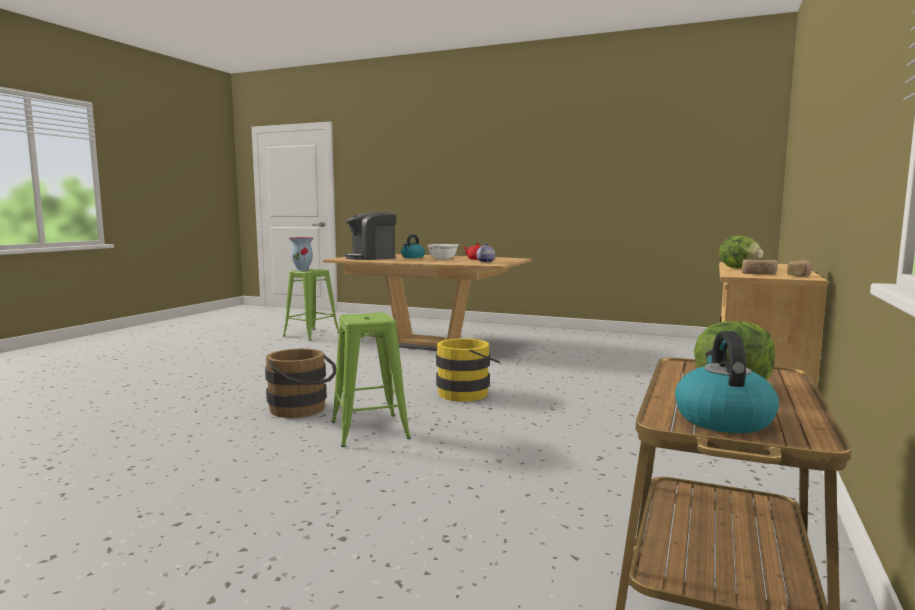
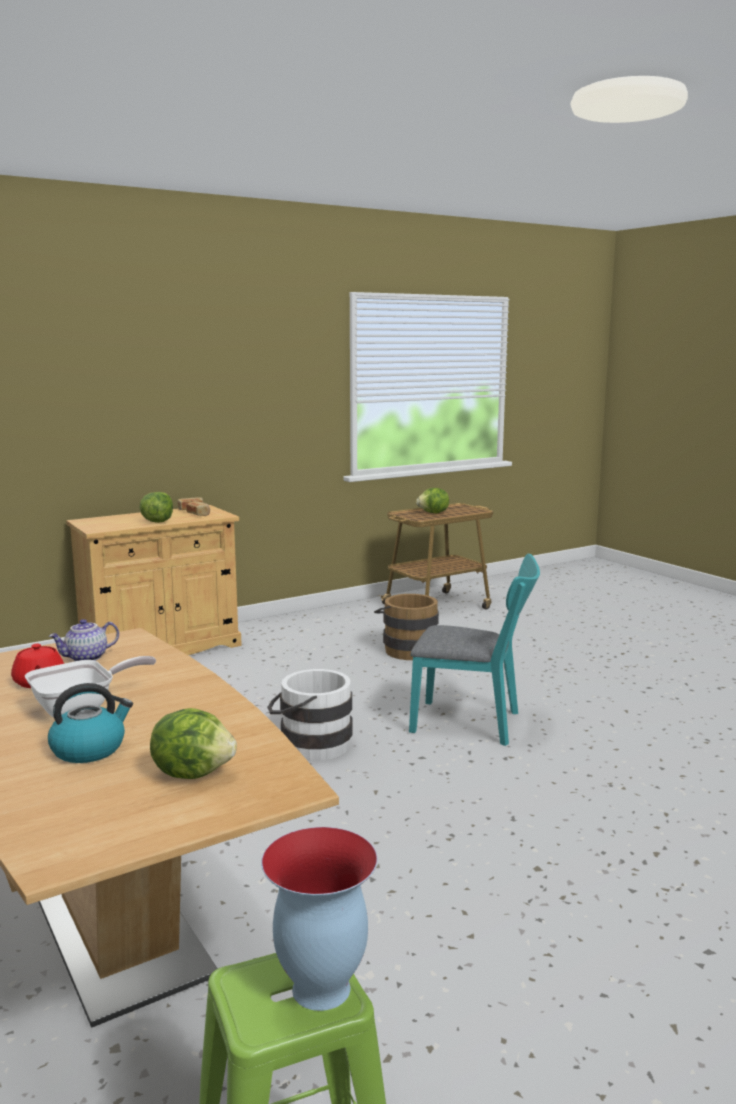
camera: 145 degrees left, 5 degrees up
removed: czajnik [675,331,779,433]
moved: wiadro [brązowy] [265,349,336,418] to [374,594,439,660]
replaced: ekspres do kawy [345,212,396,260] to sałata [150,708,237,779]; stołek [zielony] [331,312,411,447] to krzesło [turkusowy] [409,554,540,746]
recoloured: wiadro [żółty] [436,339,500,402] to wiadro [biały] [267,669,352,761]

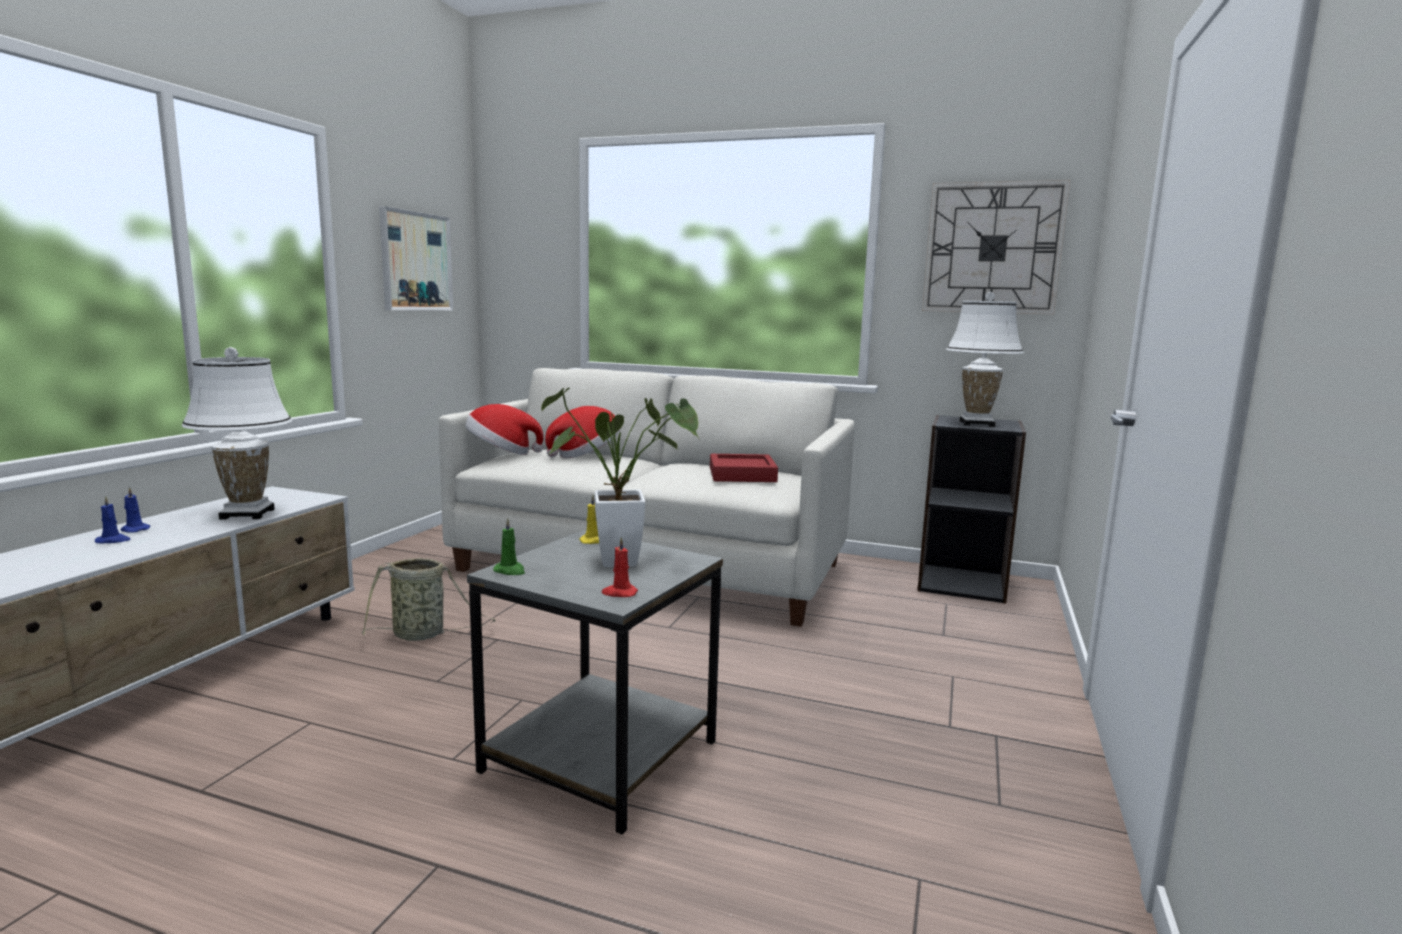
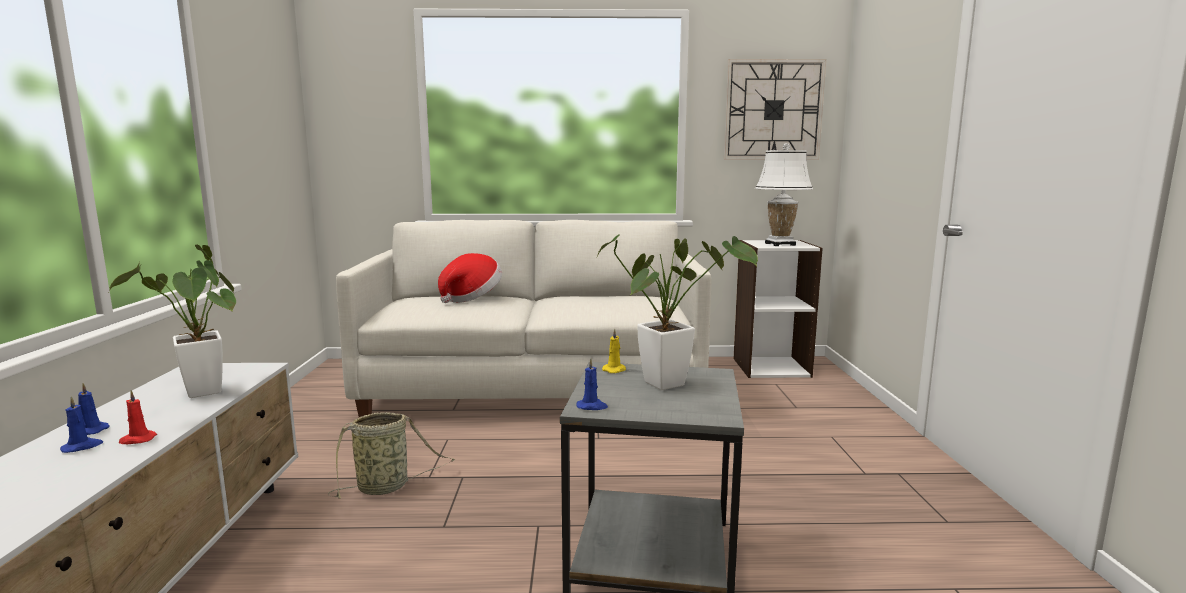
camera: 20 degrees left, 0 degrees up
removed: obraz [379,206,453,311]; kapelusz [465,404,544,455]; taca [czerwony] [710,454,778,482]
moved: świeca [czerwony] [602,537,638,597] to [119,390,157,444]
replaced: lampa stołowa [biały] [182,347,292,520] to roślina doniczkowa [109,244,236,398]
recoloured: regał [czarny] [917,415,1026,604] to regał [biały] [734,240,823,378]; świeca [zielony] [493,518,525,575] to świeca [niebieski] [576,358,608,410]

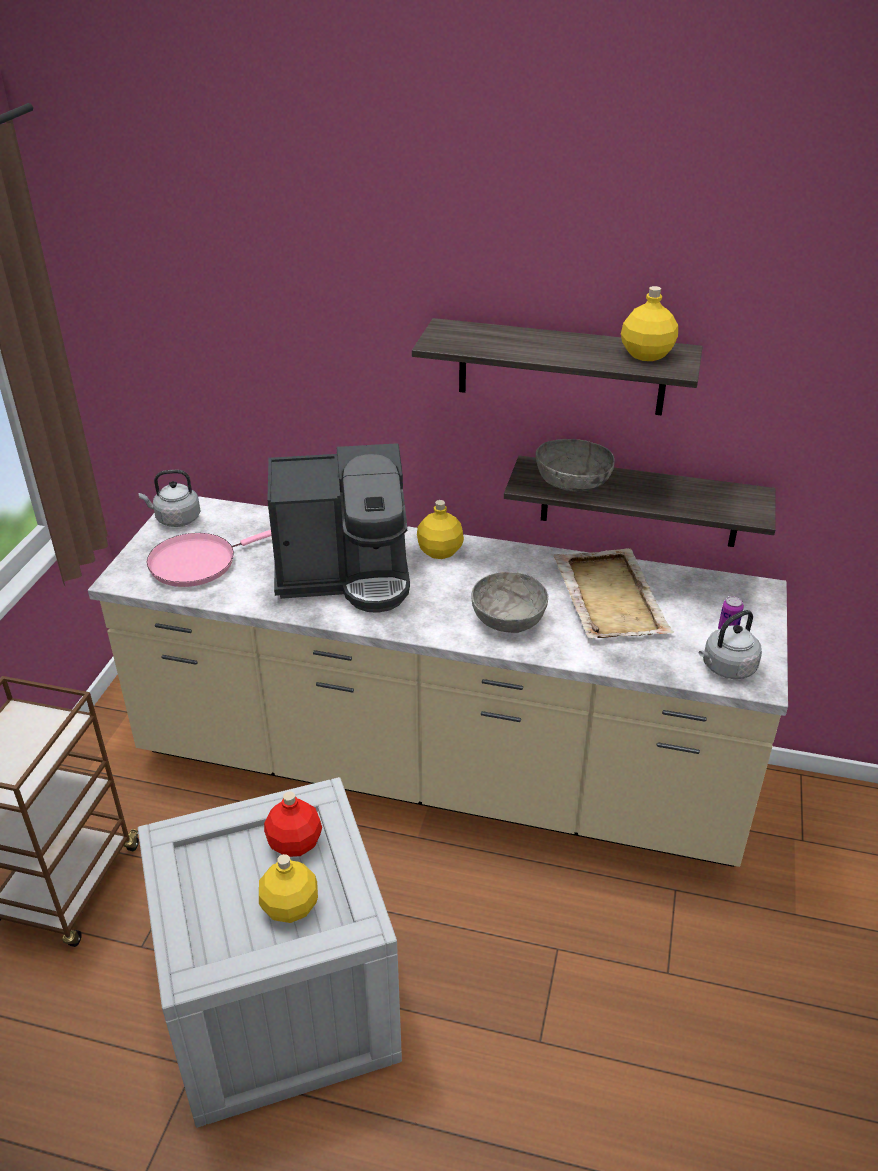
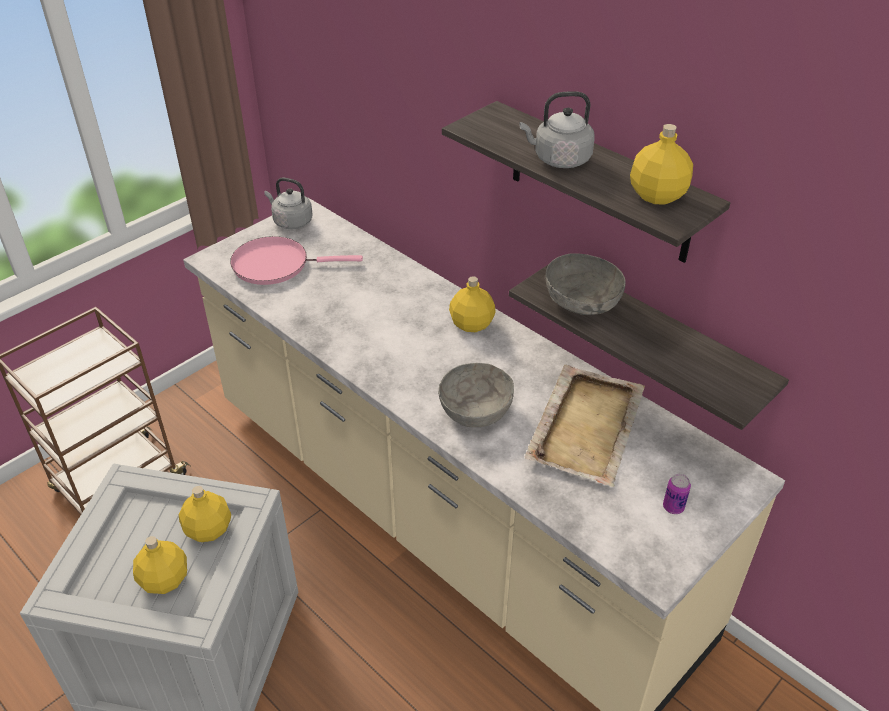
camera: 30 degrees right, 5 degrees up
removed: ekspres do kawy [267,443,410,613]
moved: czajnik [szary] [699,610,762,679] to [519,91,595,168]
recoloured: butelka [czerwony] [264,791,322,857] to butelka [żółty] [179,486,231,542]

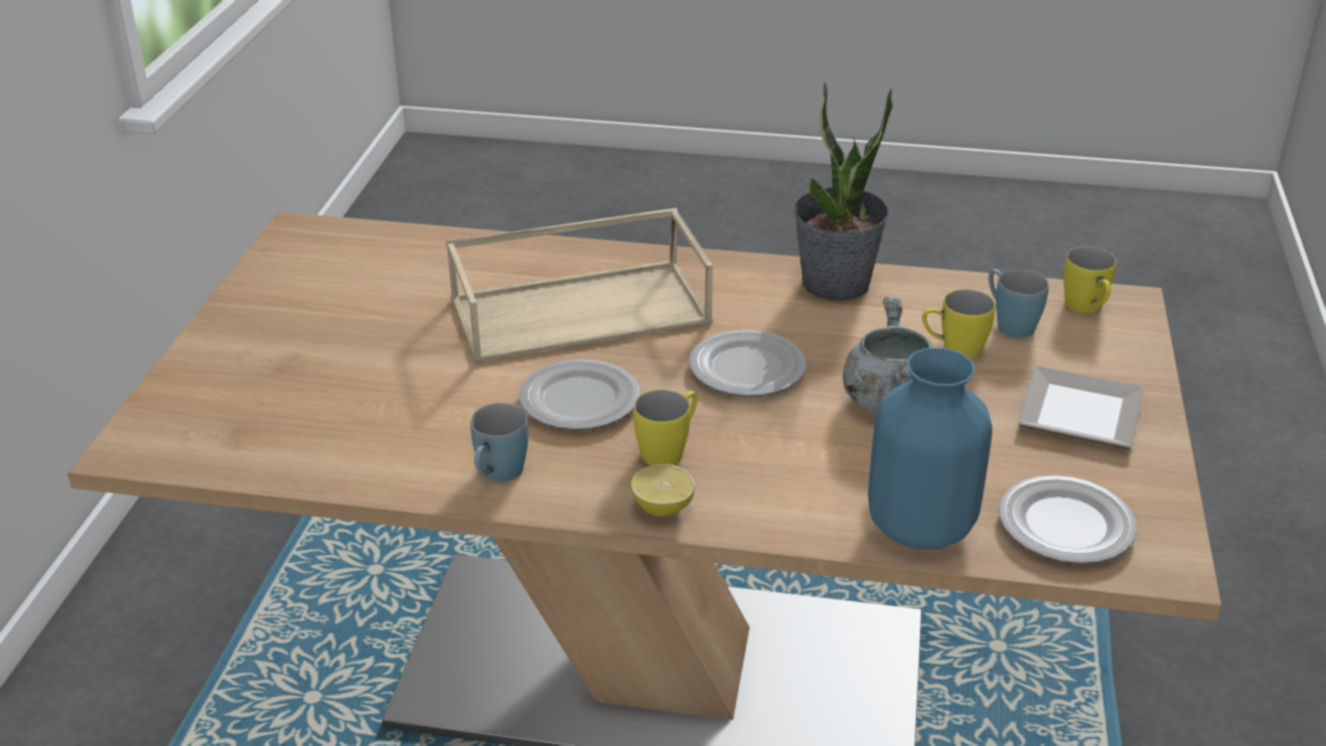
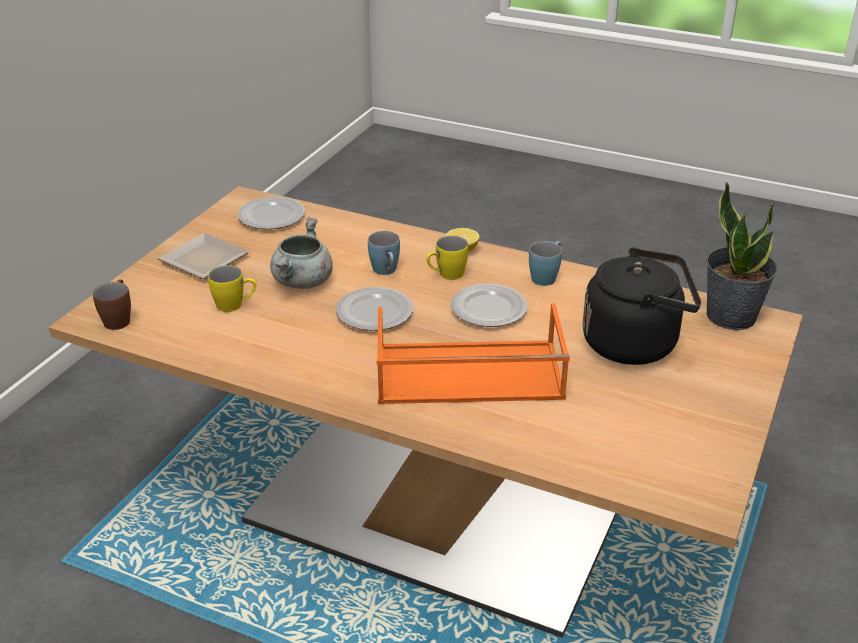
camera: 165 degrees left, 0 degrees up
removed: wazon [niebieski] [868,348,992,549]
added: czajnik [czarny] [582,248,701,365]
moved: roślina doniczkowa [793,81,893,301] to [706,181,778,330]; kubek [niebieski] [988,269,1049,338] to [368,231,400,275]
recoloured: taca [beżowy] [446,208,713,364] to taca [pomarańczowy] [377,303,570,404]; kubek [żółty] [1064,246,1116,313] to kubek [brązowy] [93,279,131,330]

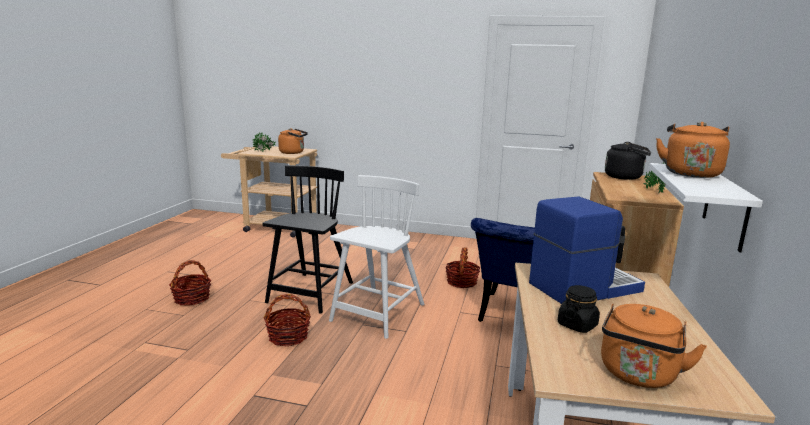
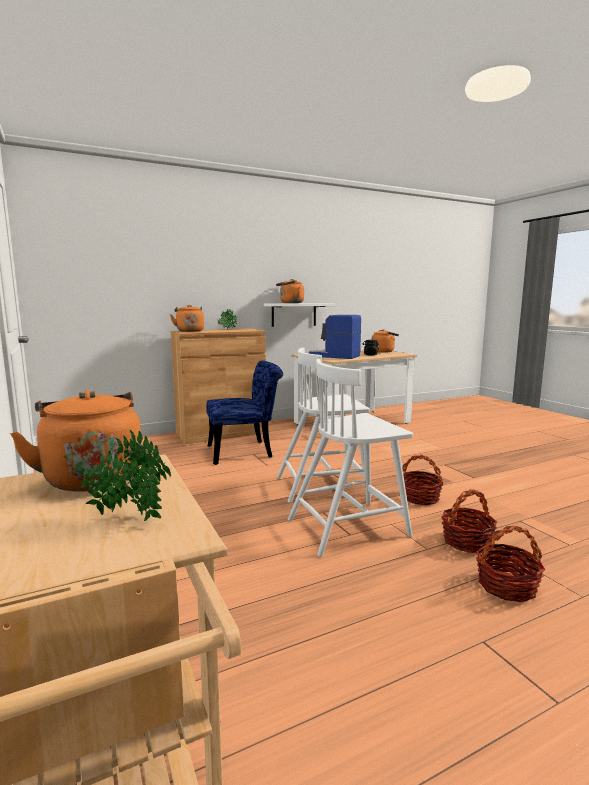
camera: 130 degrees left, 5 degrees down
moved: koszyk [445,247,480,288] to [441,489,497,553]
recoloured: czajnik [czarny] [605,142,651,180] to czajnik [pomarańczowy] [170,305,204,332]; krzesło [czarny] [263,165,353,314] to krzesło [biały] [288,359,413,557]

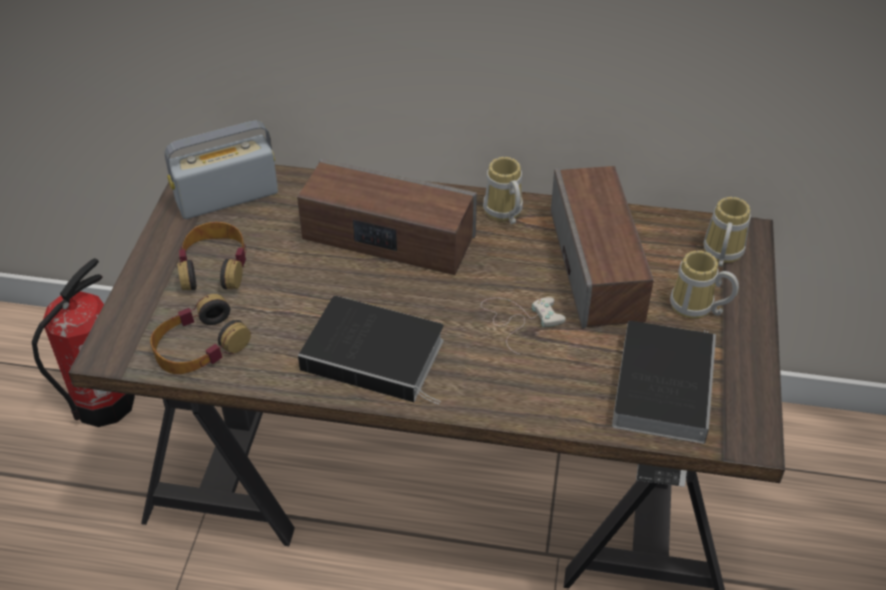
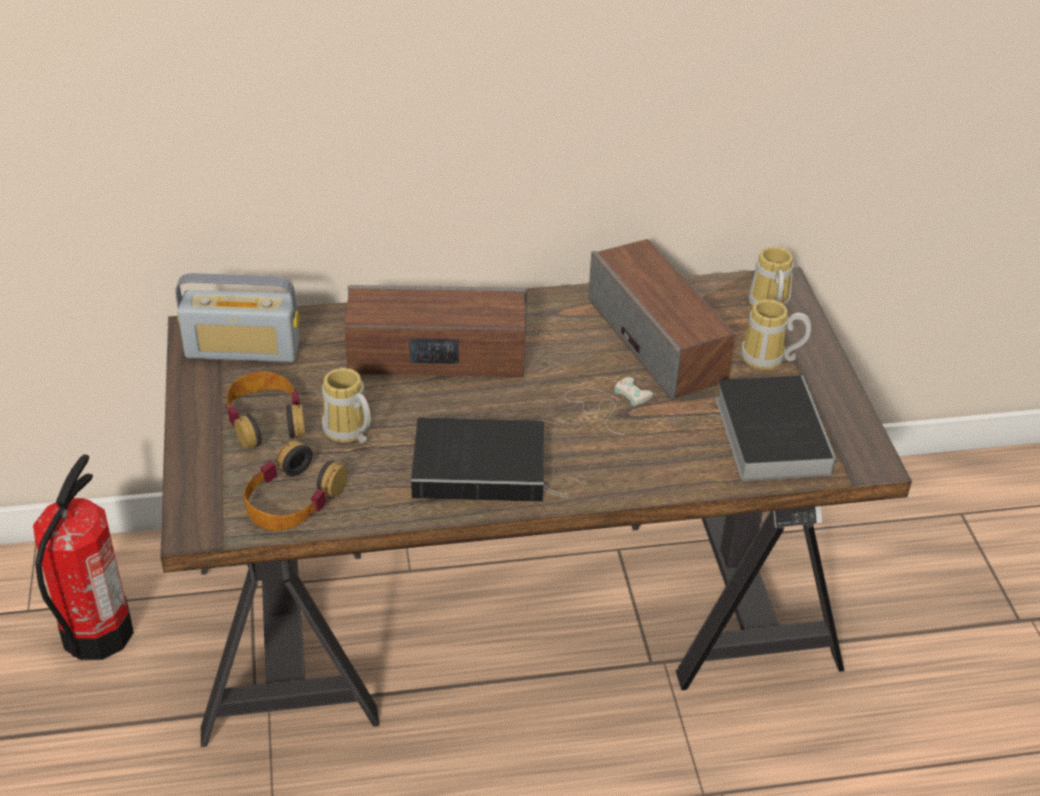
camera: 20 degrees left, 5 degrees down
moved: kubek [483,157,523,224] to [322,368,371,444]
turned: radio [165,120,278,219] = [176,273,300,362] 135 degrees counterclockwise

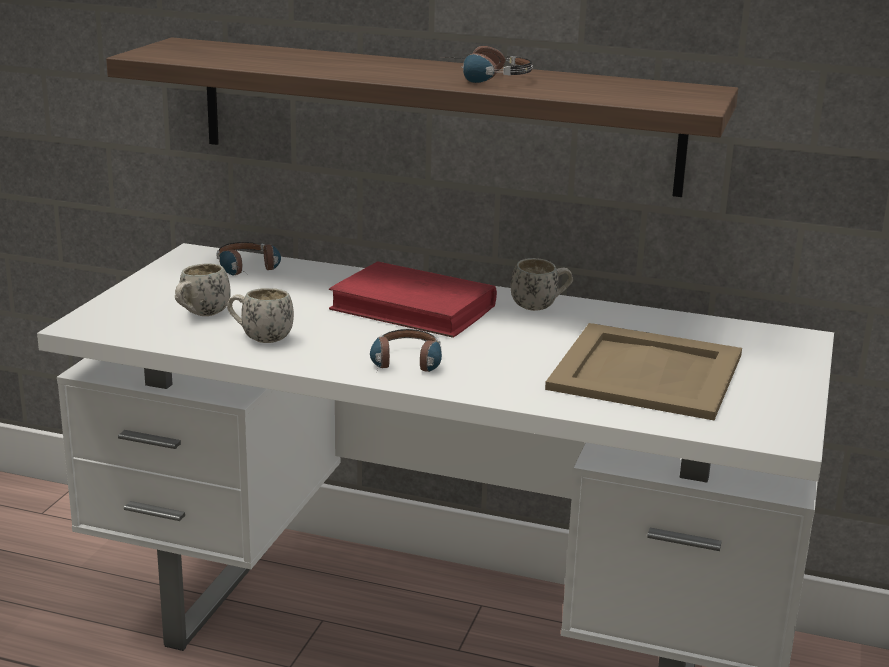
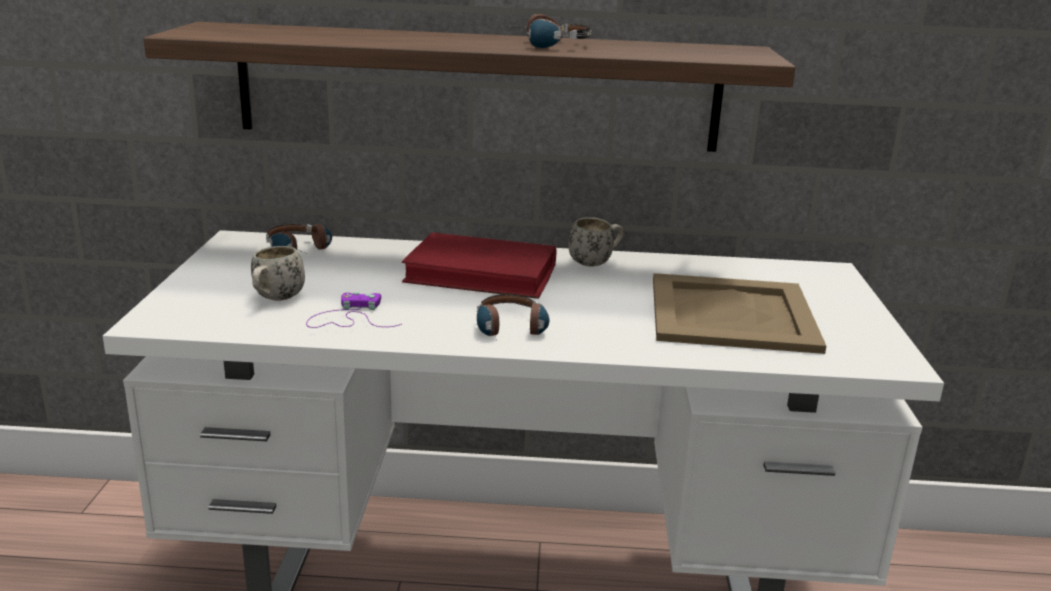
camera: 15 degrees left, 0 degrees up
replaced: kubek [biały] [227,288,294,343] to pad do gier [fioletowy] [306,292,402,328]

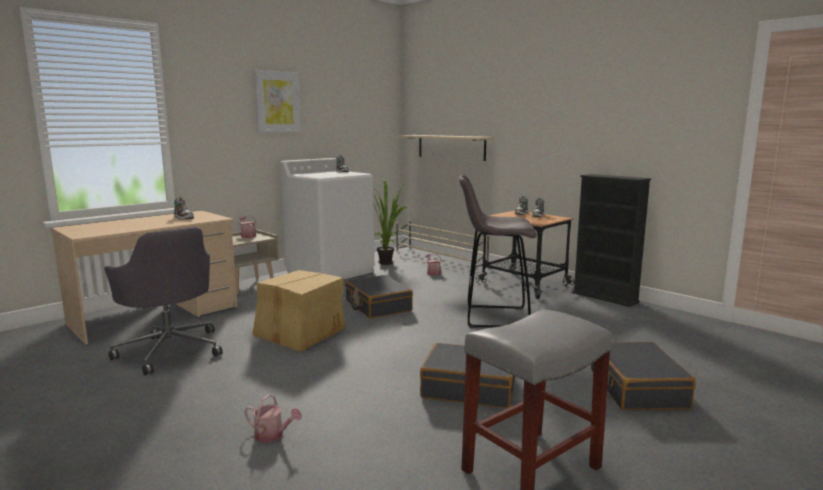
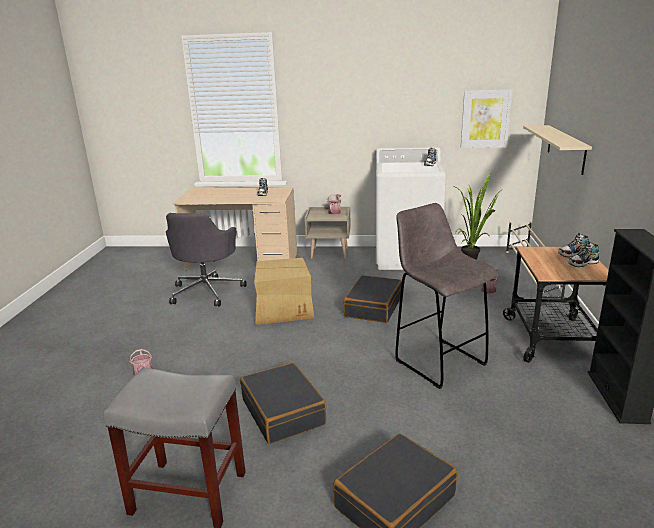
camera: 50 degrees right, 10 degrees up
moved: obraz [254,70,301,133] to [461,89,512,148]

